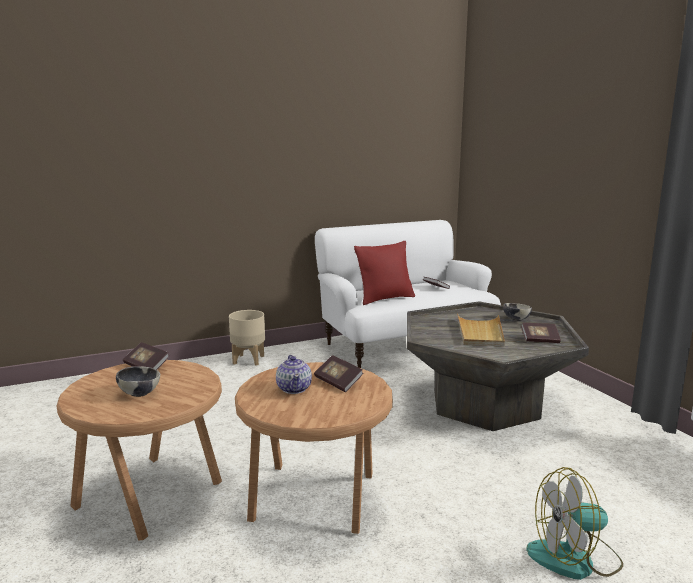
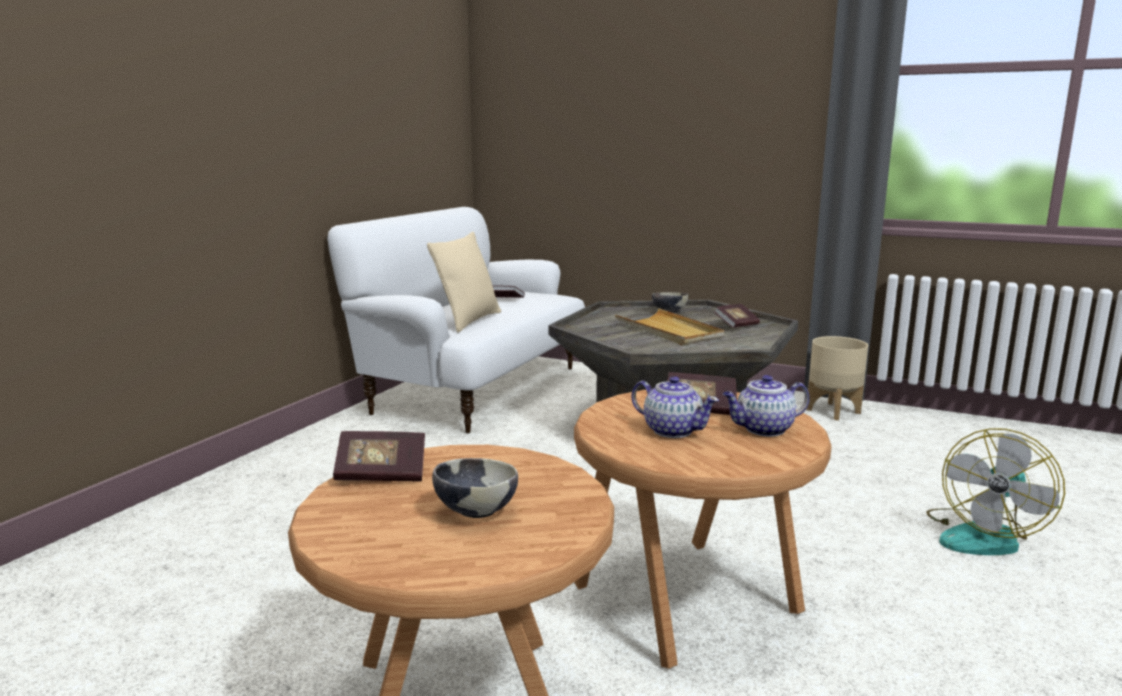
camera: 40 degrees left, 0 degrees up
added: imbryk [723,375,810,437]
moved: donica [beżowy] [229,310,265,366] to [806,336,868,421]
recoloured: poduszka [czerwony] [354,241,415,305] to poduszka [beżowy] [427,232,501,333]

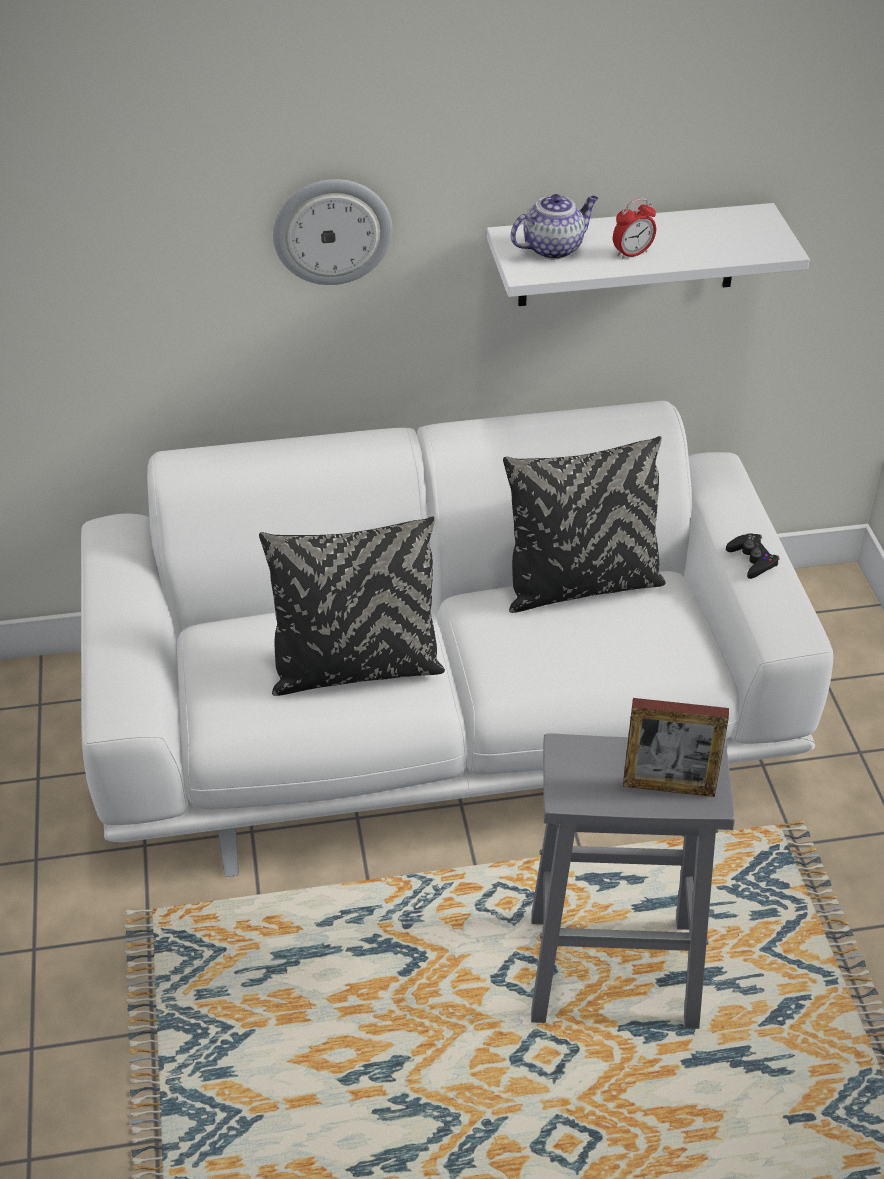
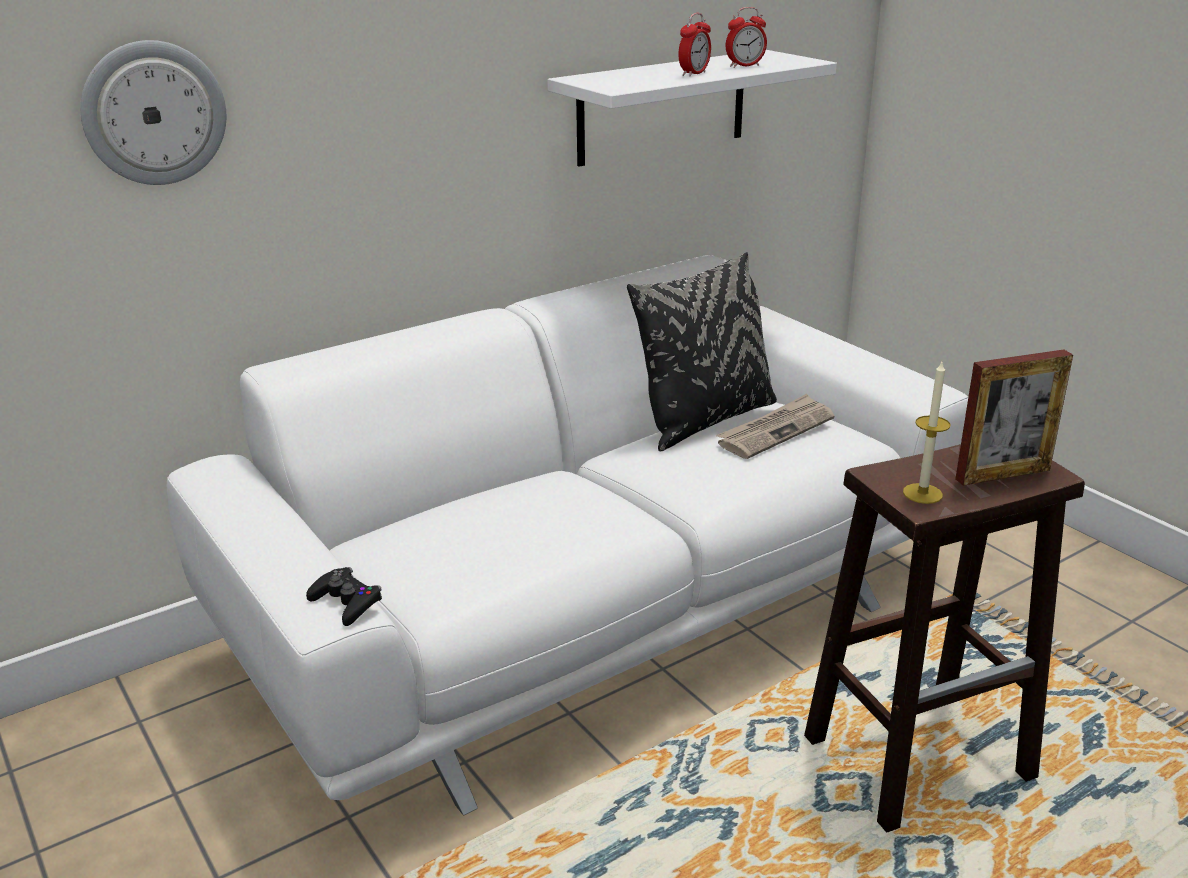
camera: 25 degrees left, 15 degrees down
removed: imbryk [511,194,598,259]; poduszka [czarny] [259,516,445,696]
added: budzik [726,7,767,68]; świeca [903,362,950,504]; gazeta [716,394,834,459]
moved: zegar ścienny [273,179,392,285] to [80,40,226,185]; pad do gier [czarny] [726,533,780,579] to [306,567,382,626]
recoloured: stołek [szary] [531,733,735,1029] to stołek [brązowy] [804,444,1085,833]

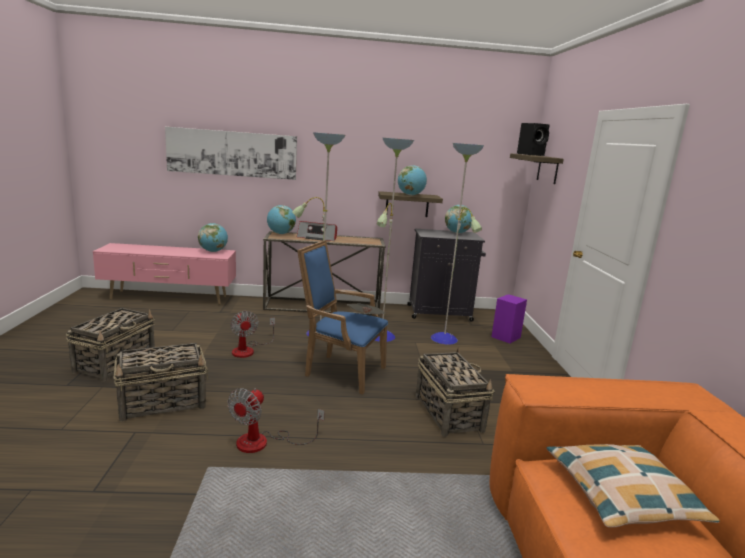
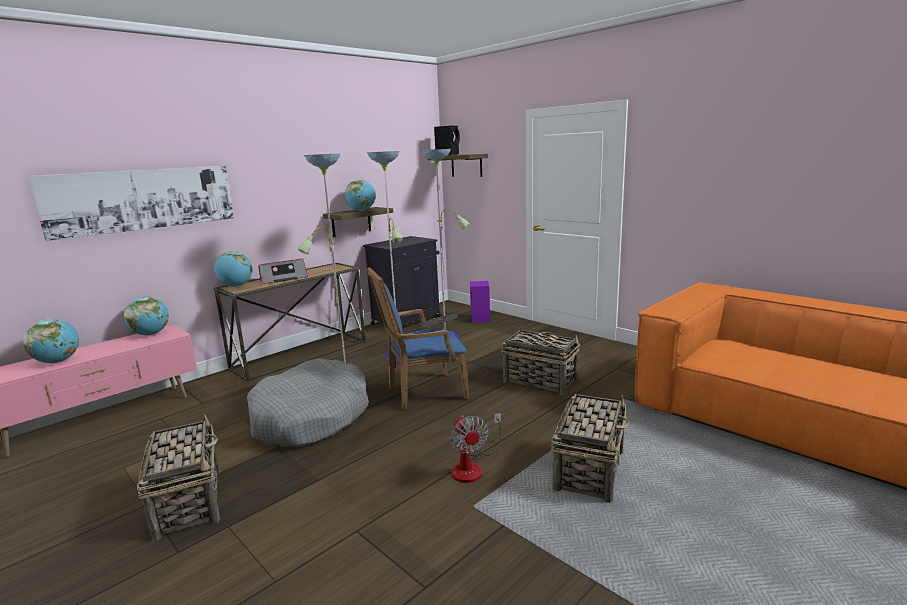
camera: 40 degrees left, 0 degrees up
removed: poduszka [546,444,720,528]
moved: globus [445,205,473,233] to [23,319,79,363]; koszyk [113,343,208,422] to [551,394,629,503]
replaced: wentylator [230,311,275,358] to legowisko [szary] [247,358,369,447]

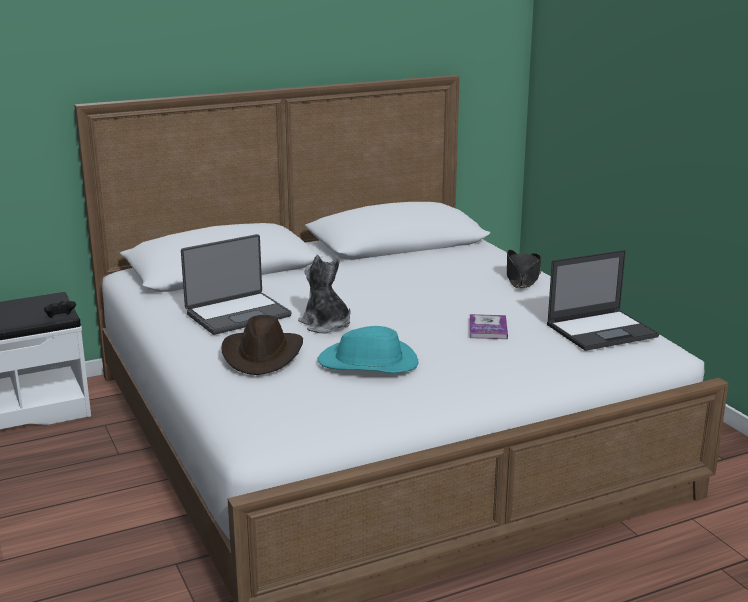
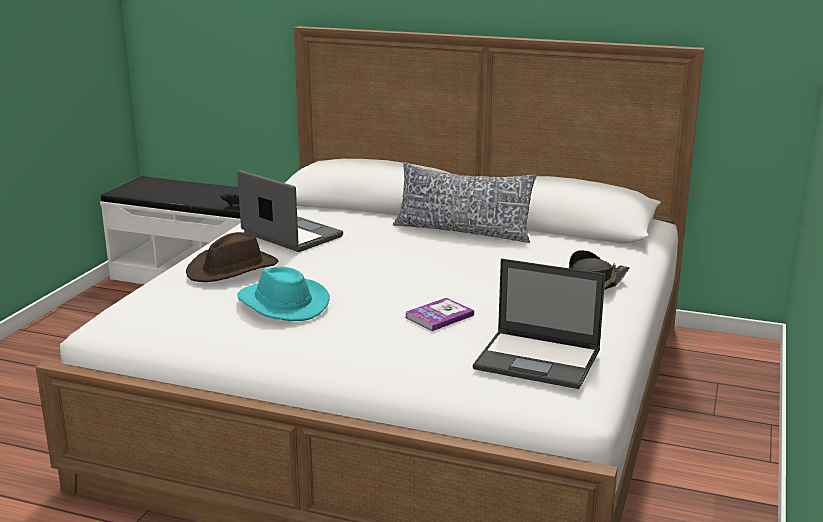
camera: 45 degrees right, 0 degrees up
removed: pluszak [298,255,350,333]
added: poduszka [393,162,537,243]
turned: laptop [181,234,291,335] = [237,170,343,252] 150 degrees counterclockwise

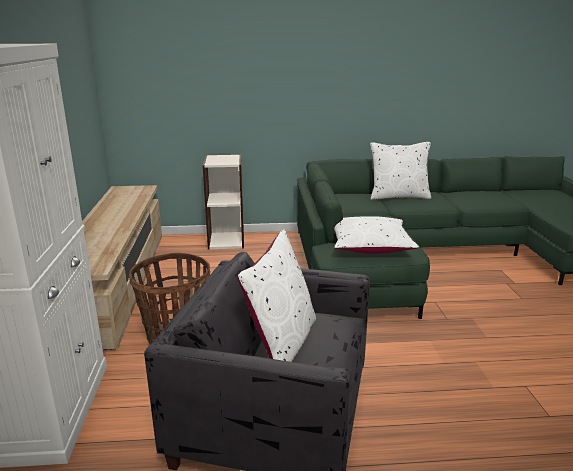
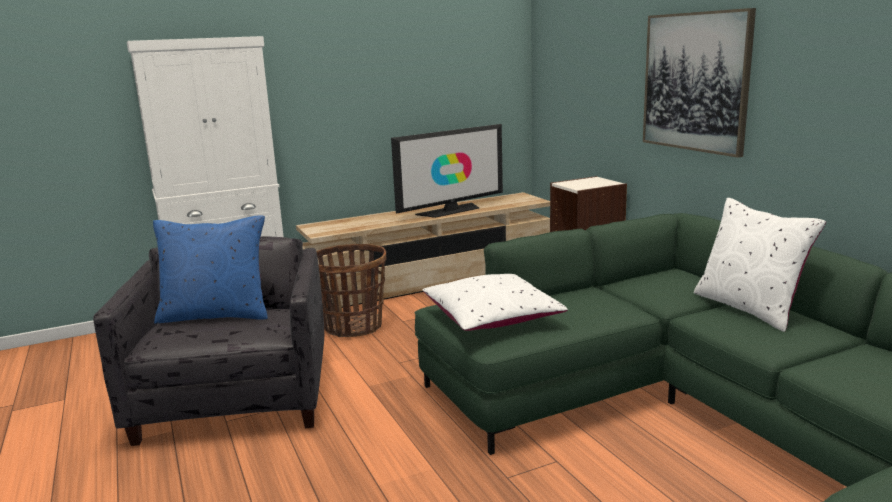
camera: 70 degrees right, 5 degrees down
added: obraz [643,8,756,158]; telewizor [391,124,503,218]
recoloured: poduszka [biały] [237,230,316,362] to poduszka [niebieski] [153,216,268,323]

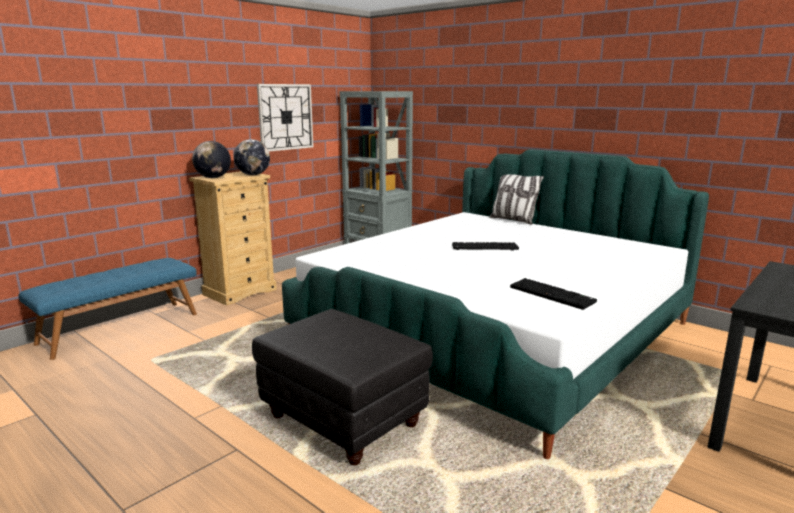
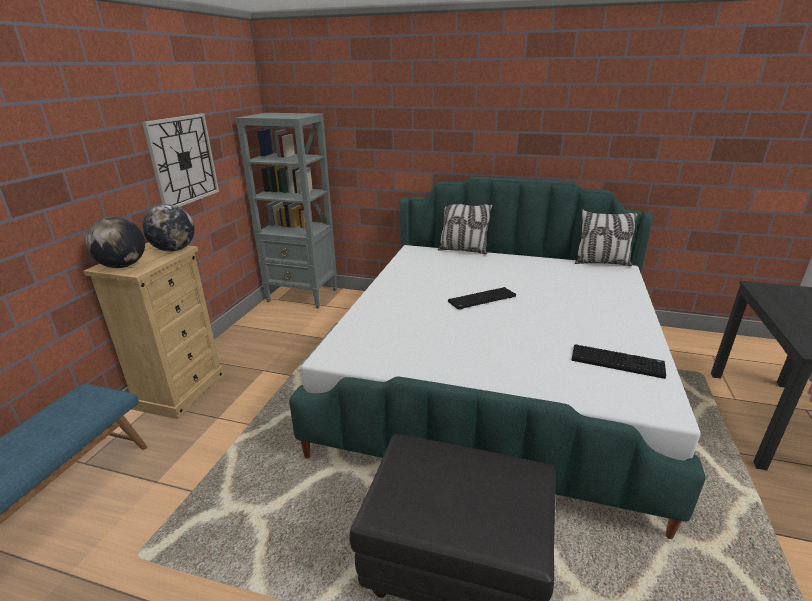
camera: 25 degrees left, 10 degrees up
added: poduszka [575,209,638,266]

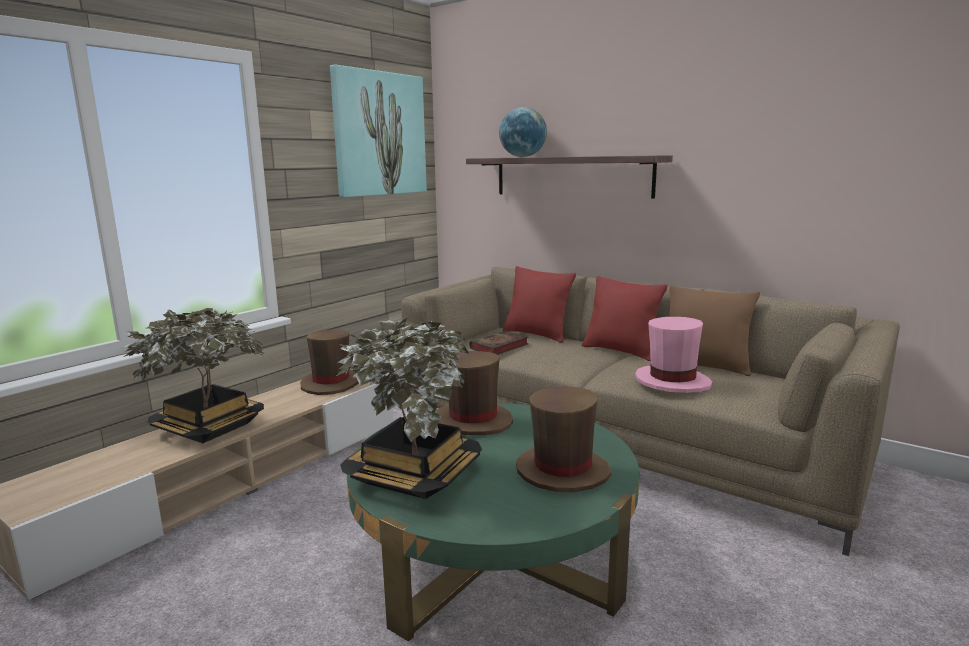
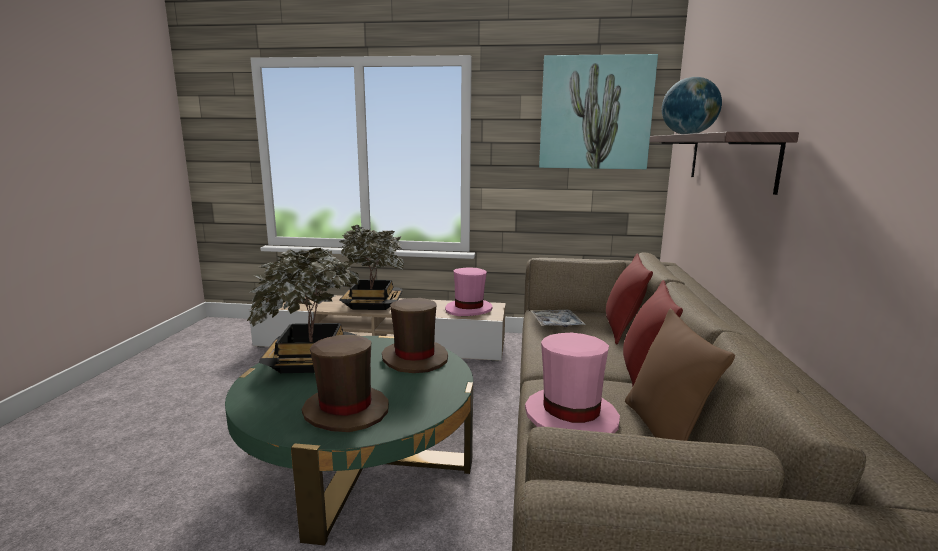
camera: 60 degrees right, 0 degrees up
replaced: książka [470,331,529,355] to taca [530,310,586,327]
recoloured: kapelusz [brązowy] [300,329,359,395] to kapelusz [różowy] [445,267,493,316]

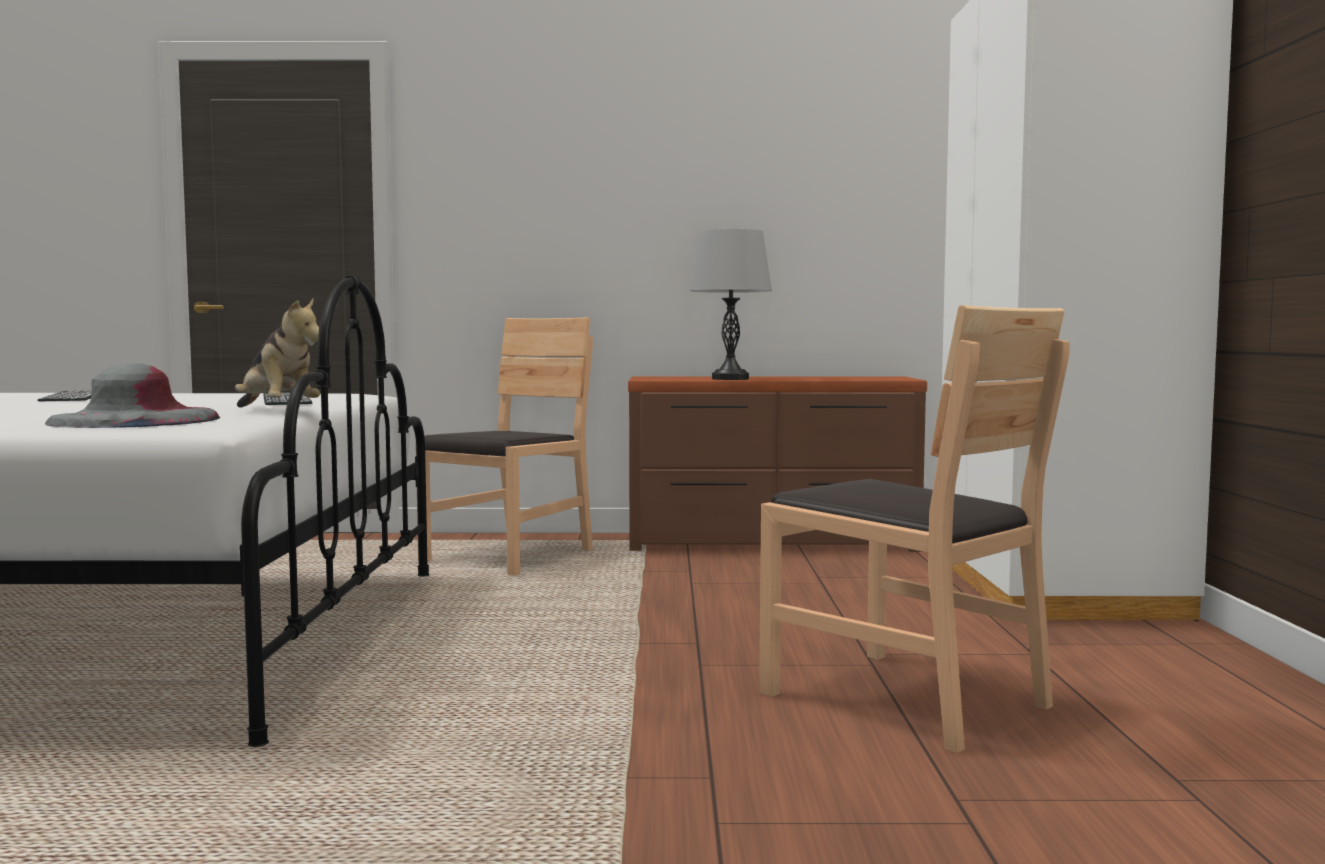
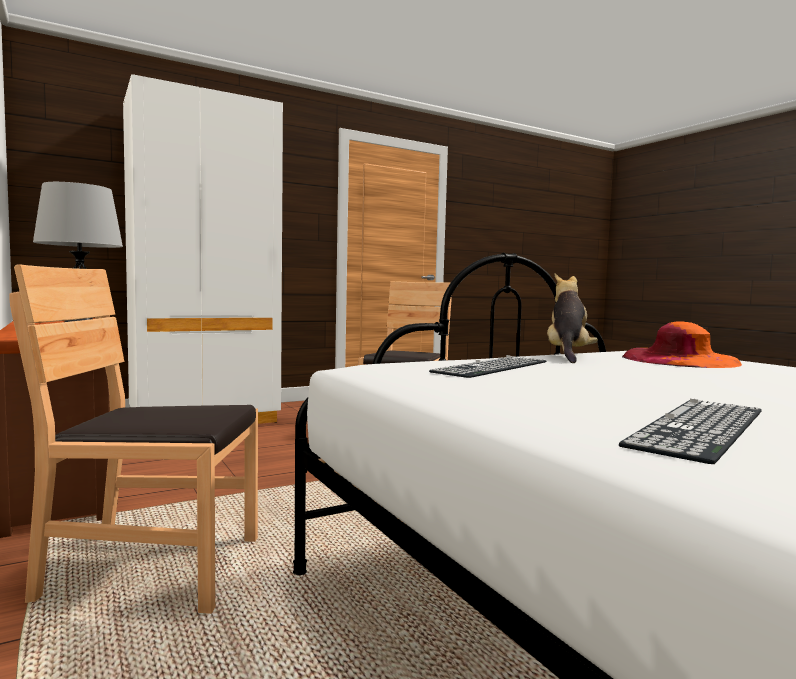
camera: 120 degrees left, 0 degrees up
recoloured: kapelusz [szary] [45,363,220,428] to kapelusz [pomarańczowy] [622,321,742,368]

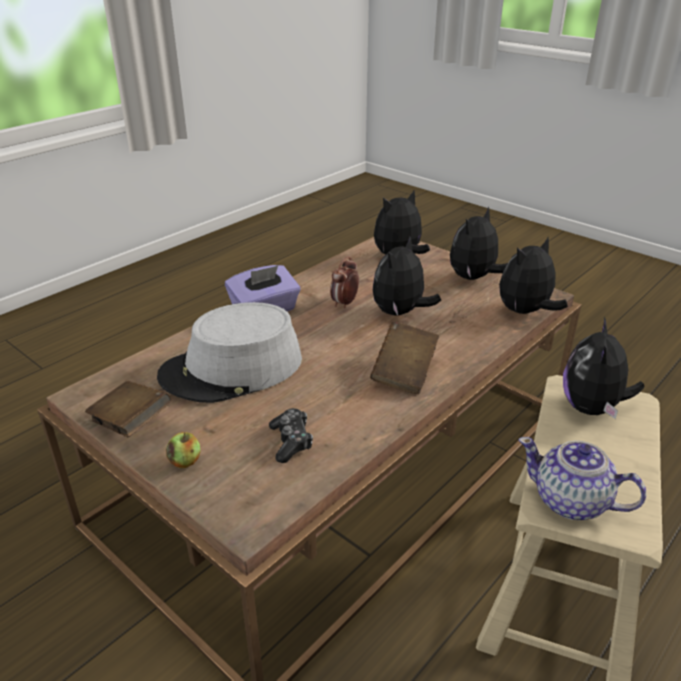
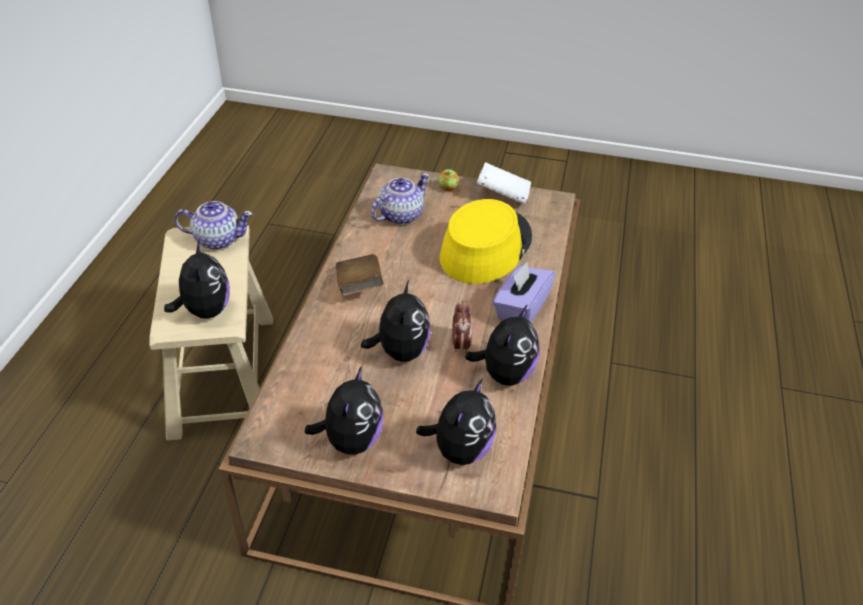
camera: 150 degrees right, 10 degrees up
moved: pluszak [499,237,568,314] to [465,304,540,386]
replaced: pad do gier [269,408,313,463] to imbryk [371,173,429,225]
recoloured: kapelusz [szary] [157,302,302,403] to kapelusz [żółty] [440,199,532,284]; książka [brązowy] [85,381,171,437] to książka [biały] [477,162,531,204]

